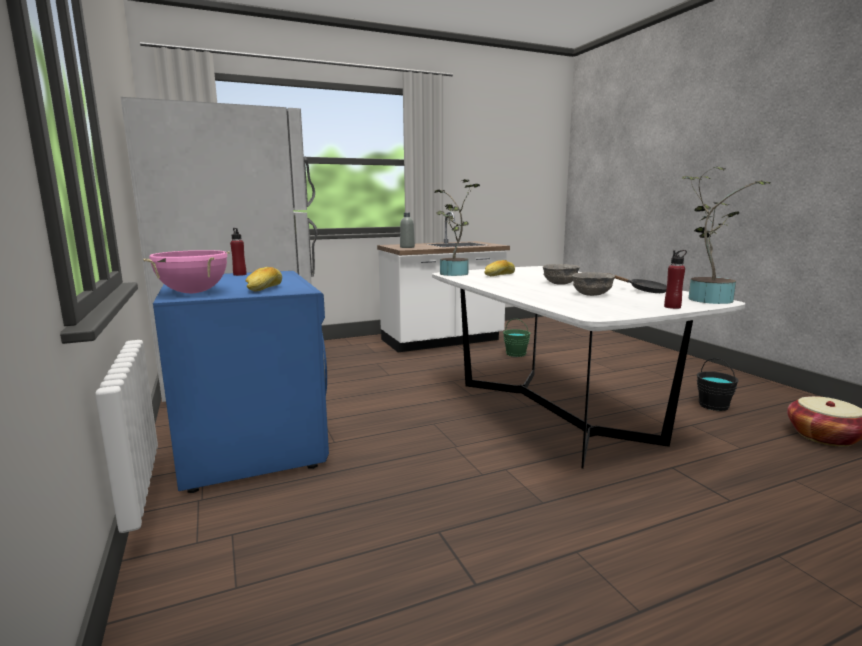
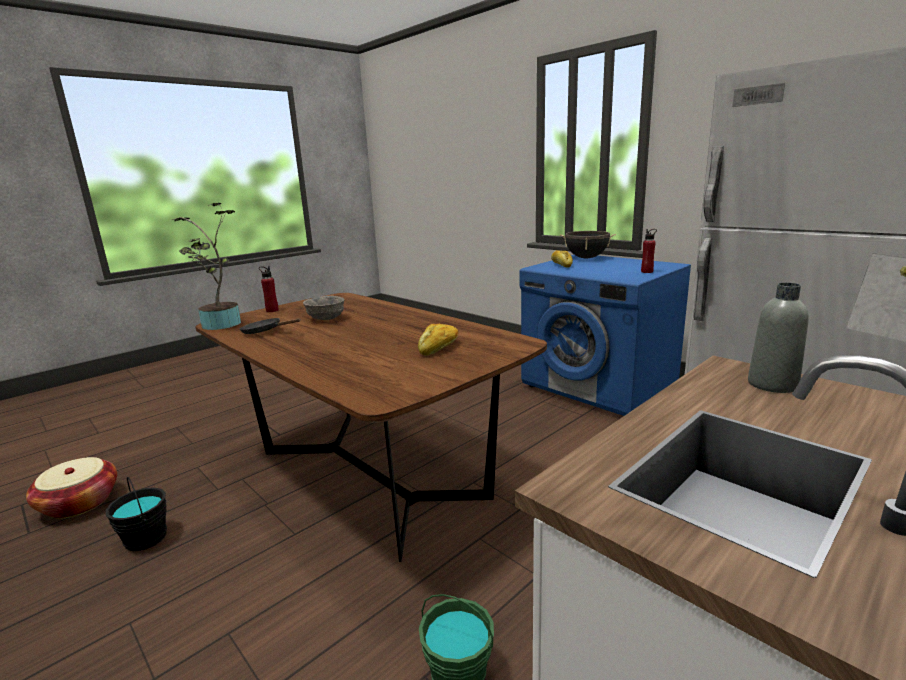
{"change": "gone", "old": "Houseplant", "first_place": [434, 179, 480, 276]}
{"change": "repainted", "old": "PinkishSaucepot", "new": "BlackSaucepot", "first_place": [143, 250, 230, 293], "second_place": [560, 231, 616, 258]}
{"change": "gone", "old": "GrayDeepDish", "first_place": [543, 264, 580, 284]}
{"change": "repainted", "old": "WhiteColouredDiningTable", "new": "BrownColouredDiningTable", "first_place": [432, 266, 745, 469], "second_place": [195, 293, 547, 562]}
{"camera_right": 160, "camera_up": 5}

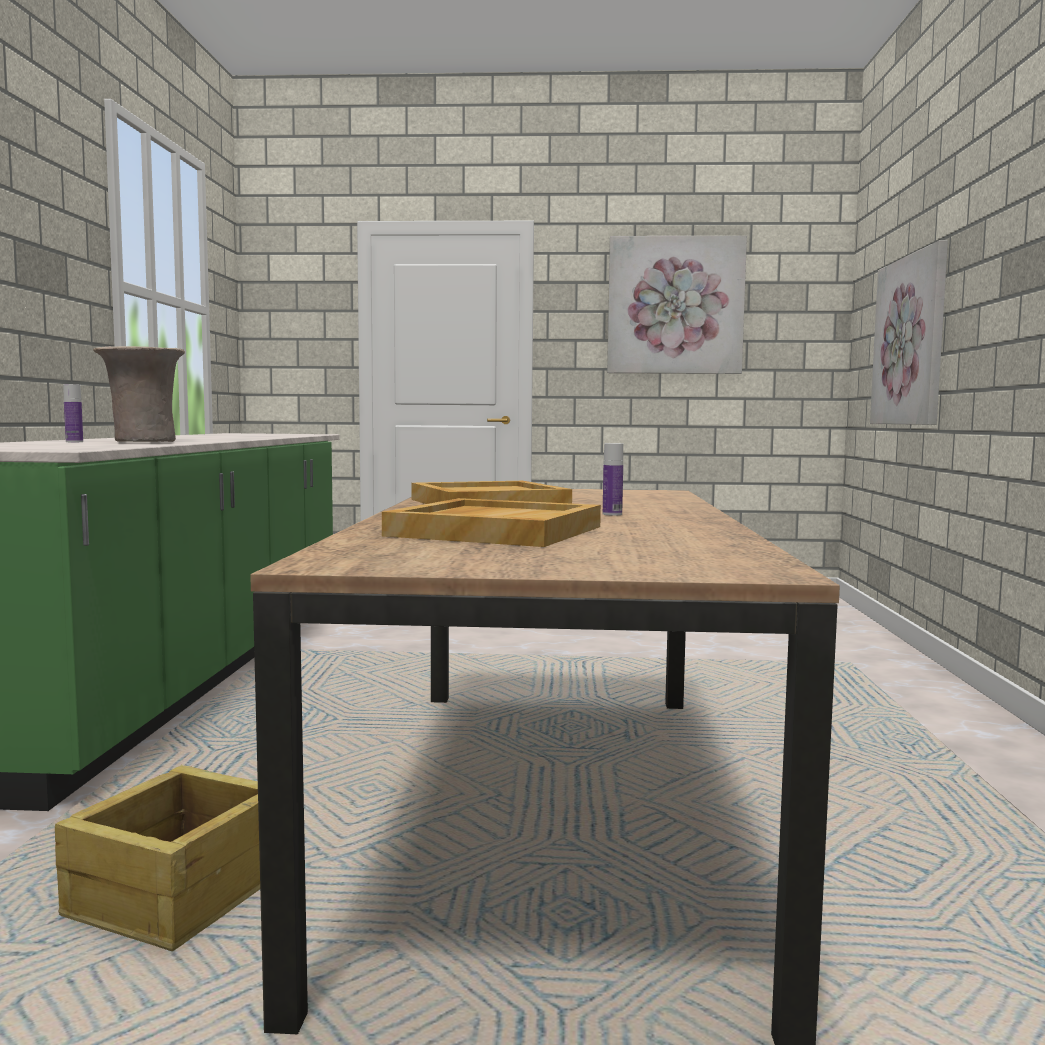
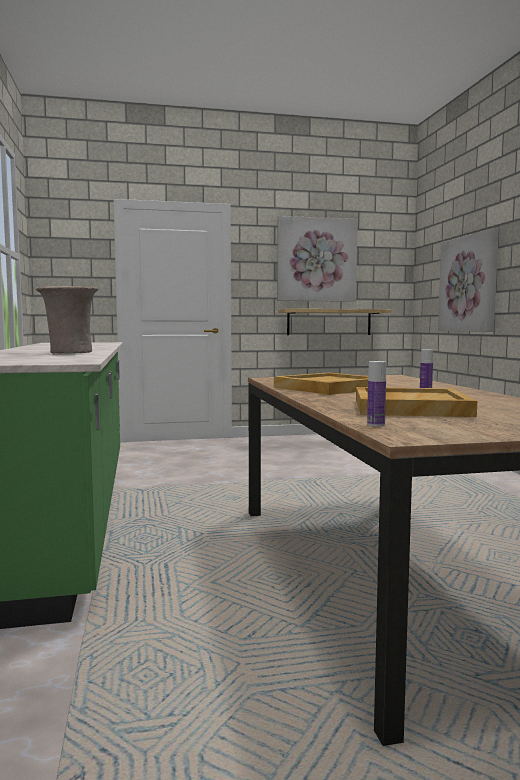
{"change": "shifted", "old": "BeverageBottle", "first_place": [63, 384, 83, 442], "second_place": [367, 361, 386, 426]}
{"change": "gone", "old": "ShippingCrate", "first_place": [55, 765, 260, 951]}
{"change": "new", "new": "Shelf", "second_place": [278, 309, 391, 335]}
{"camera_right": -15, "camera_up": 0}

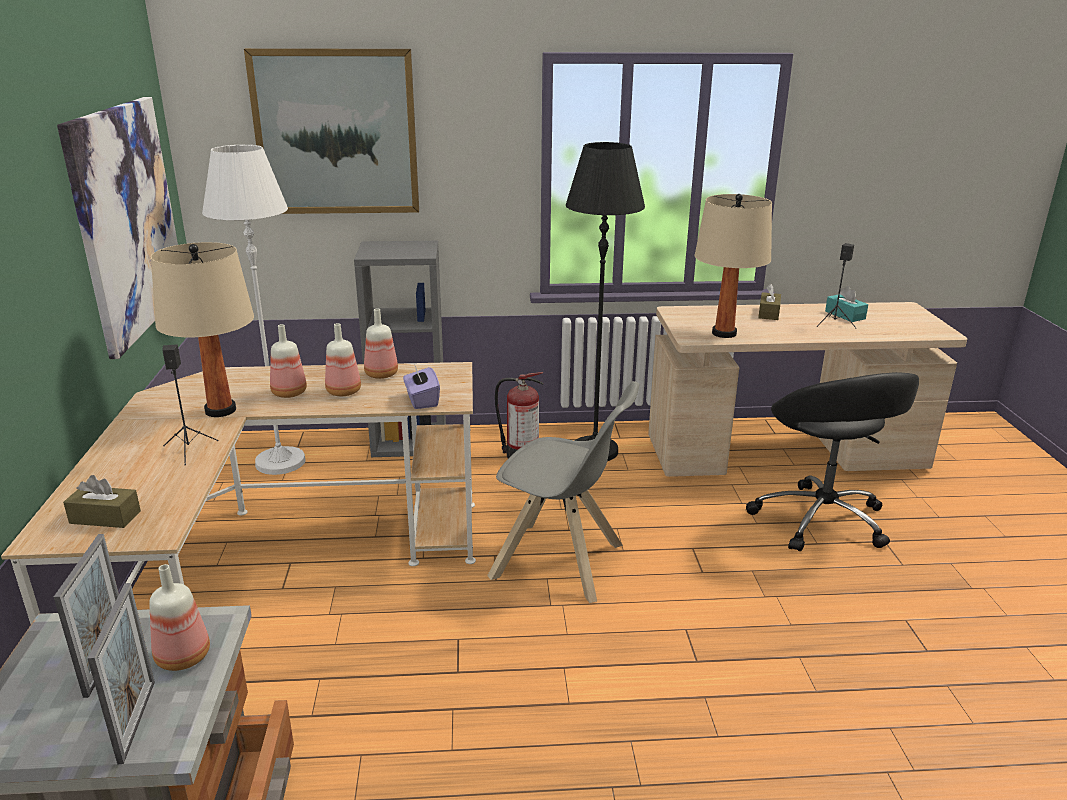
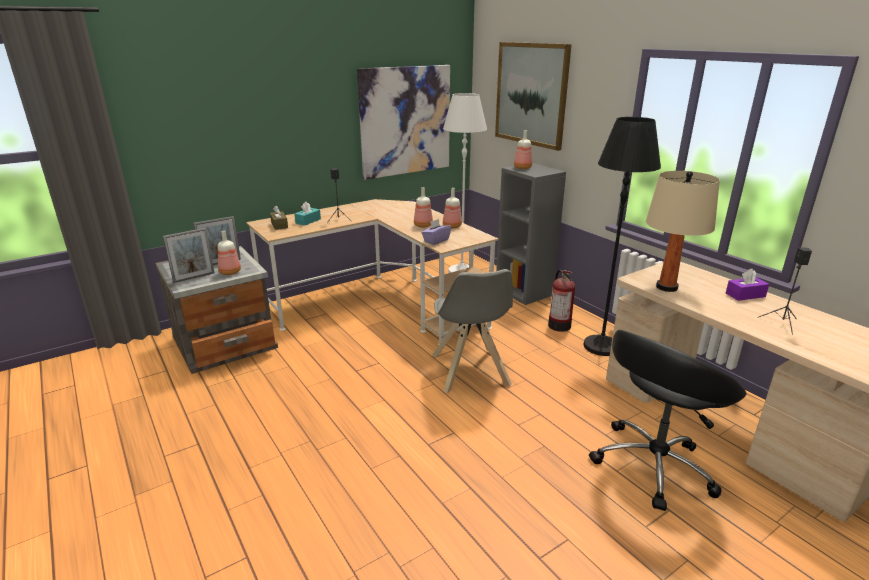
{"change": "gone", "old": "SandColouredTabletopLamp", "first_place": [151, 242, 254, 417]}
{"change": "repainted", "old": "BrownColouredTissueHolder", "new": "PurplishTissueHolder", "first_place": [758, 284, 781, 320], "second_place": [726, 269, 769, 301]}
{"change": "shifted", "old": "BlueGreenTissueHolder", "first_place": [825, 286, 868, 322], "second_place": [294, 202, 321, 226]}
{"change": "shifted", "old": "BeverageBottle", "first_place": [270, 324, 307, 398], "second_place": [514, 130, 532, 169]}
{"camera_right": 60, "camera_up": 0}

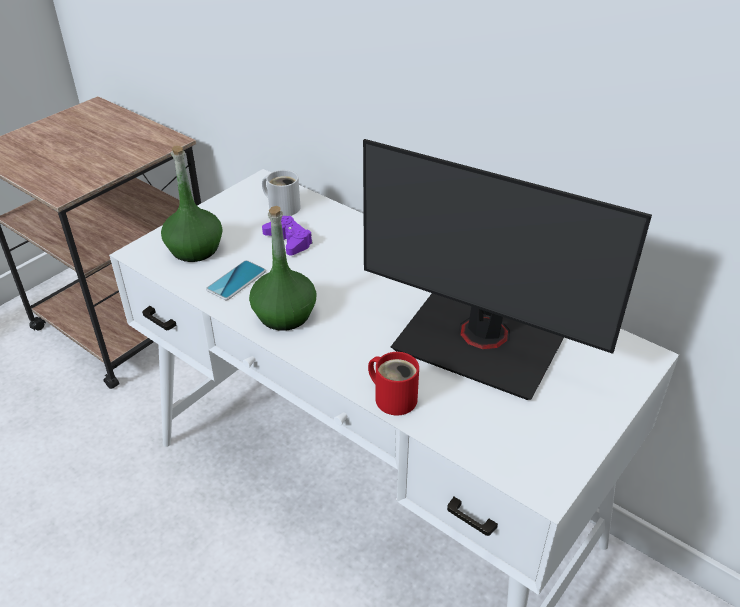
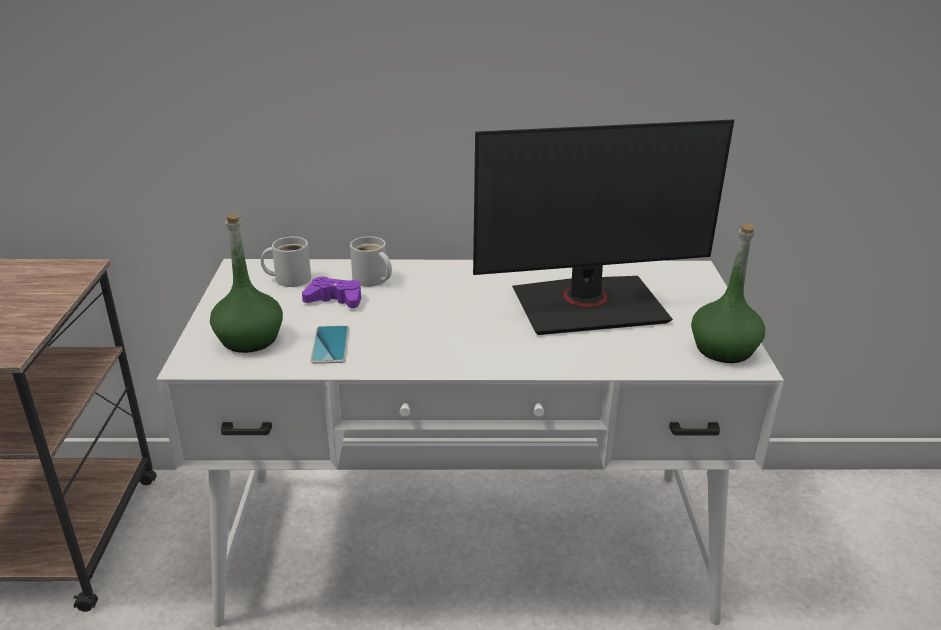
{"change": "shifted", "old": "GreenishBeverageBottle", "first_place": [249, 206, 317, 331], "second_place": [691, 223, 765, 363]}
{"change": "gone", "old": "RedMug", "first_place": [368, 352, 419, 415]}
{"change": "new", "new": "WhiteColouredMug", "second_place": [350, 236, 392, 287]}
{"camera_right": -40, "camera_up": -10}

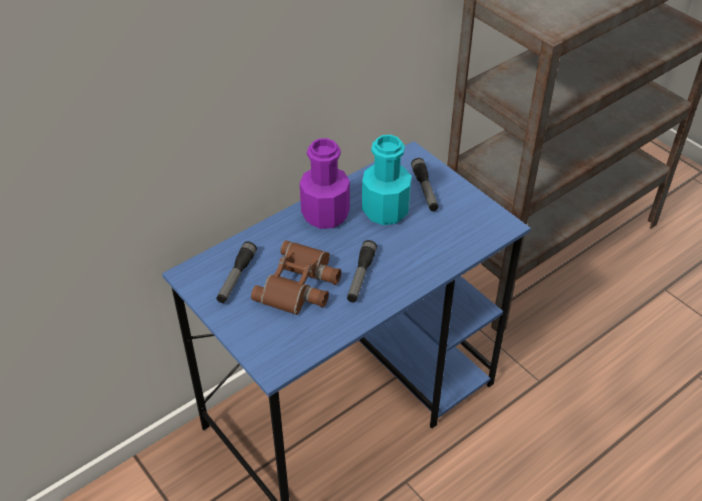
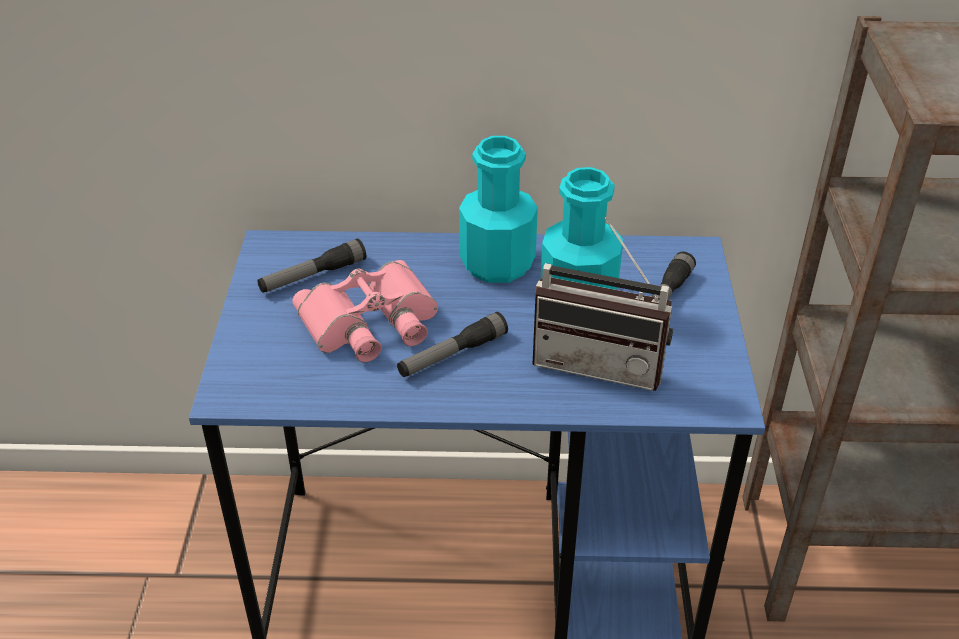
{"change": "repainted", "old": "PurplishBeverageBottle", "new": "BlueGreenBeverageBottle", "first_place": [300, 138, 350, 229], "second_place": [459, 136, 538, 283]}
{"change": "repainted", "old": "BrownColouredPairOfBinoculars", "new": "PinkishPairOfBinoculars", "first_place": [251, 240, 341, 315], "second_place": [292, 260, 438, 362]}
{"change": "new", "new": "Radio", "second_place": [533, 217, 673, 391]}
{"camera_right": 40, "camera_up": -5}

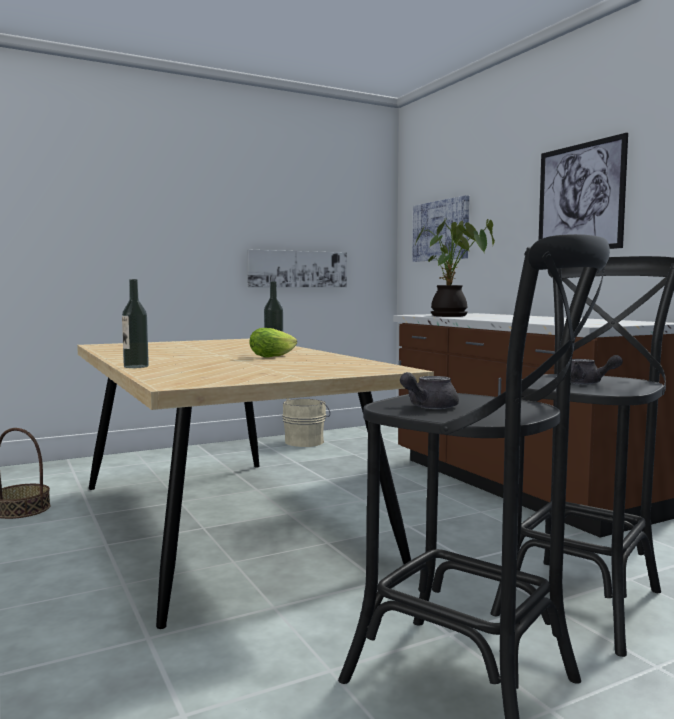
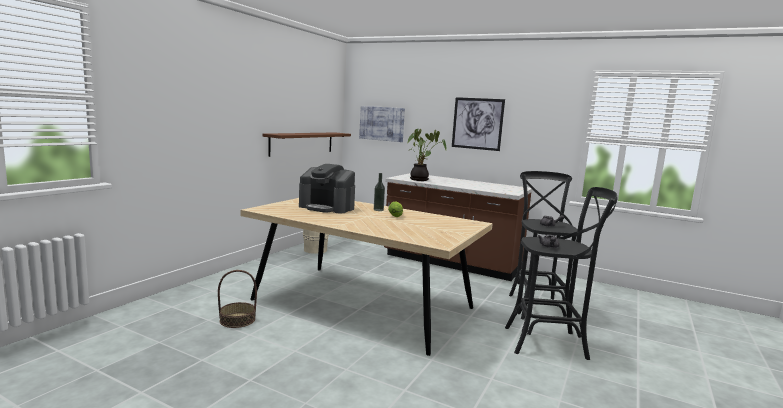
{"change": "swapped", "old": "Picture", "new": "BrownColouredShelf", "first_place": [247, 250, 347, 287], "second_place": [263, 132, 351, 157]}
{"change": "gone", "old": "BeverageBottle", "first_place": [122, 279, 149, 368]}
{"change": "new", "new": "CoffeeMachine", "second_place": [299, 164, 355, 213]}
{"camera_right": -35, "camera_up": 5}

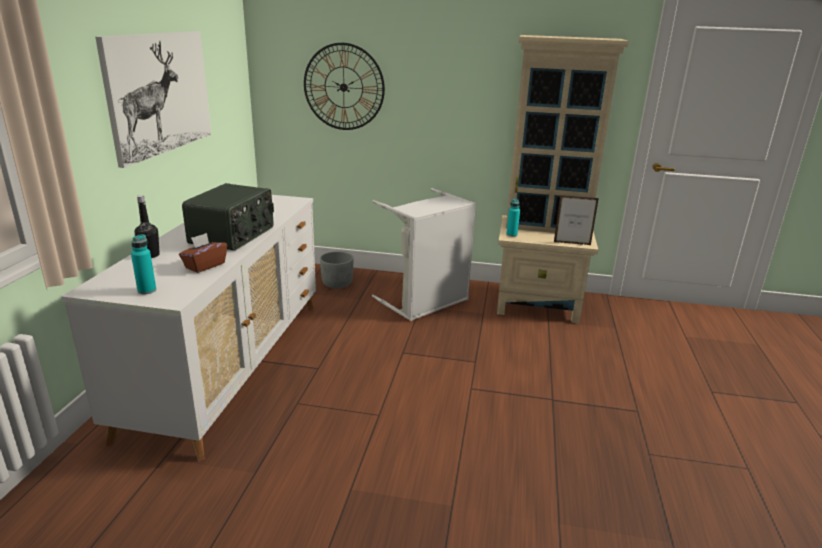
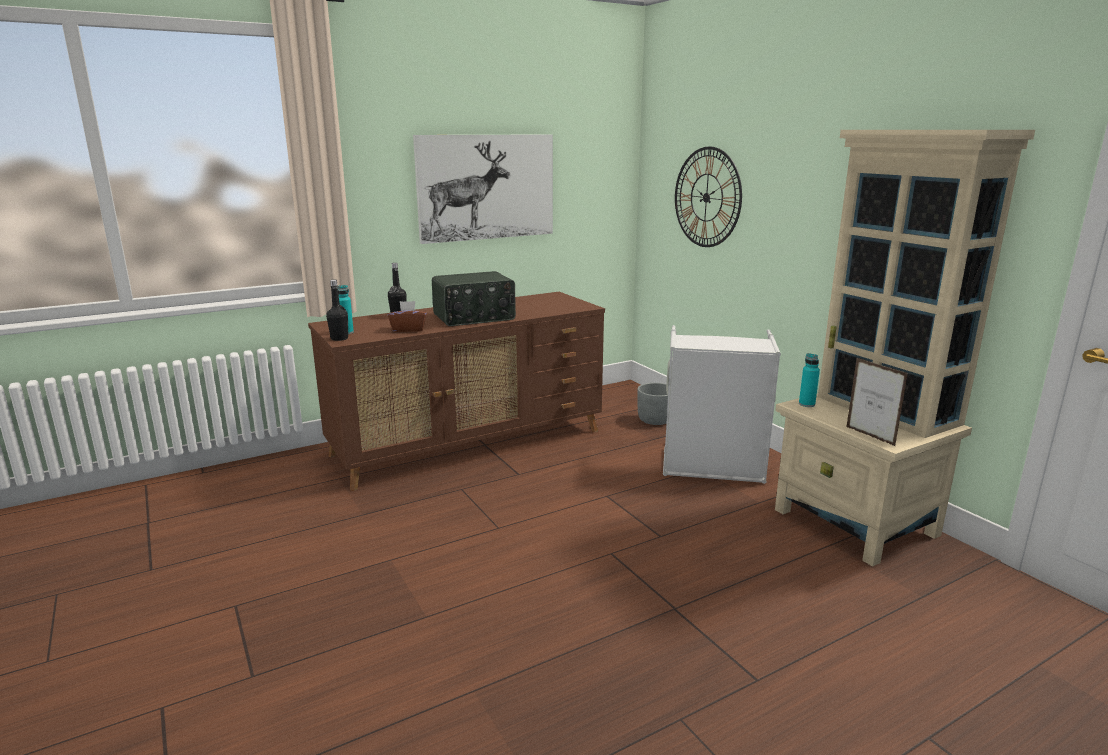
{"change": "repainted", "old": "WhiteColouredDrawerChest", "new": "BrownColouredDrawerChest", "first_place": [61, 195, 316, 461], "second_place": [308, 292, 605, 491]}
{"change": "new", "new": "BlackBeverageBottle", "second_place": [326, 280, 348, 341]}
{"camera_right": 50, "camera_up": -5}

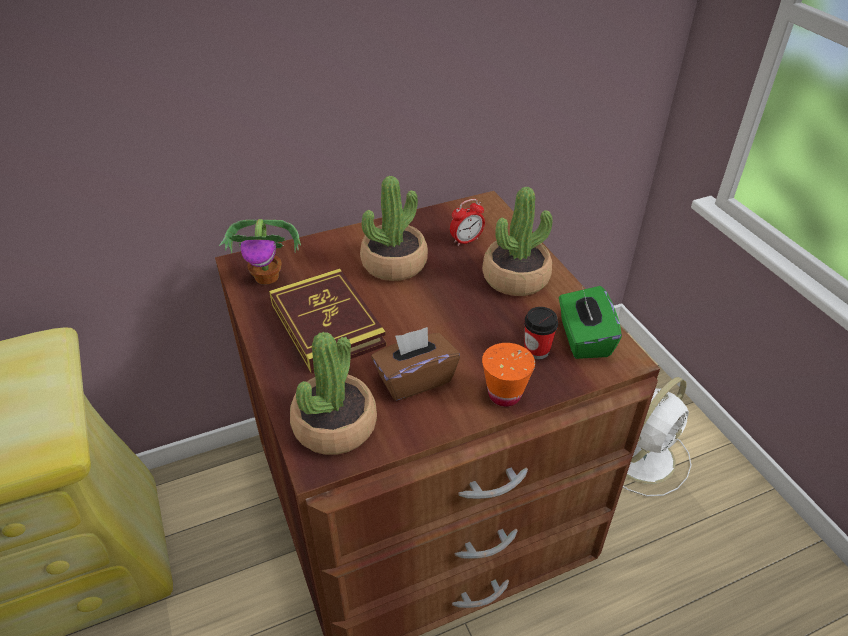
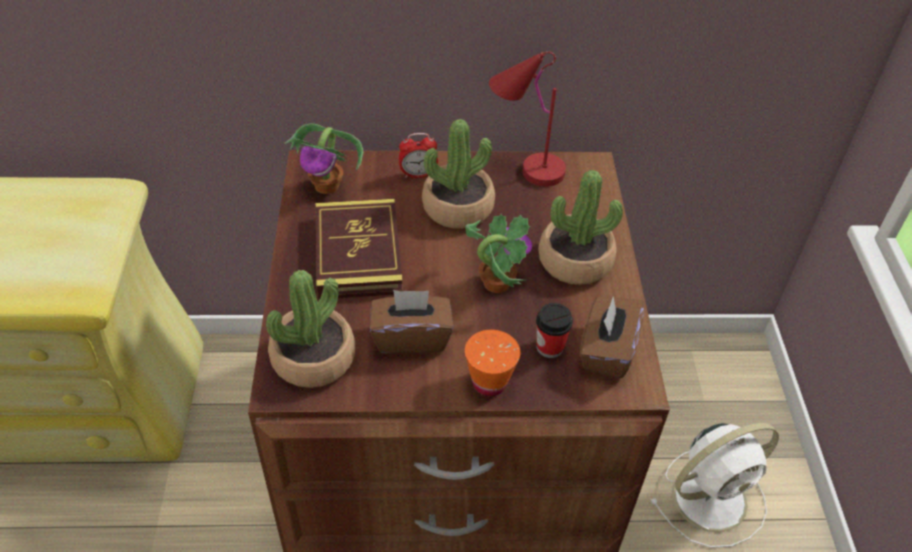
{"change": "shifted", "old": "TableClock", "first_place": [450, 199, 485, 246], "second_place": [399, 133, 438, 178]}
{"change": "repainted", "old": "GreenishTissueHolder", "new": "BrownColouredTissueHolder", "first_place": [559, 286, 622, 359], "second_place": [580, 296, 645, 379]}
{"change": "new", "new": "RedTabletopLamp", "second_place": [489, 51, 566, 187]}
{"change": "new", "new": "Houseplant", "second_place": [465, 214, 532, 293]}
{"camera_right": 20, "camera_up": 5}

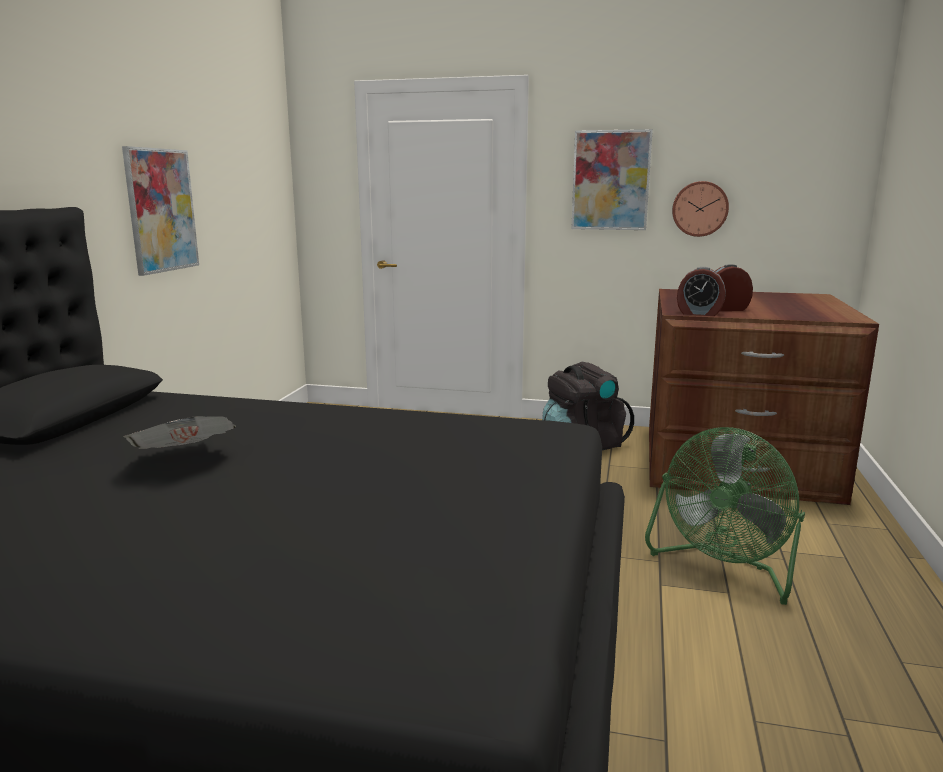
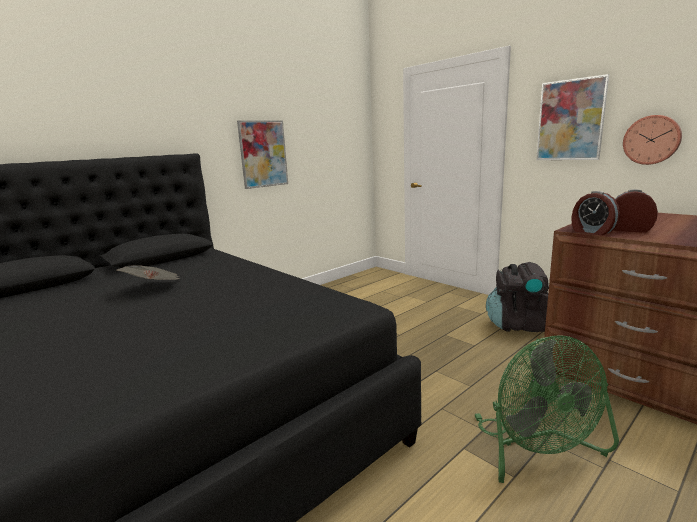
{"change": "rotated", "old": "GreenishElectricFan", "first_place": [645, 427, 805, 605], "second_place": [475, 336, 619, 483], "degrees": -90}
{"camera_right": 35, "camera_up": 0}

